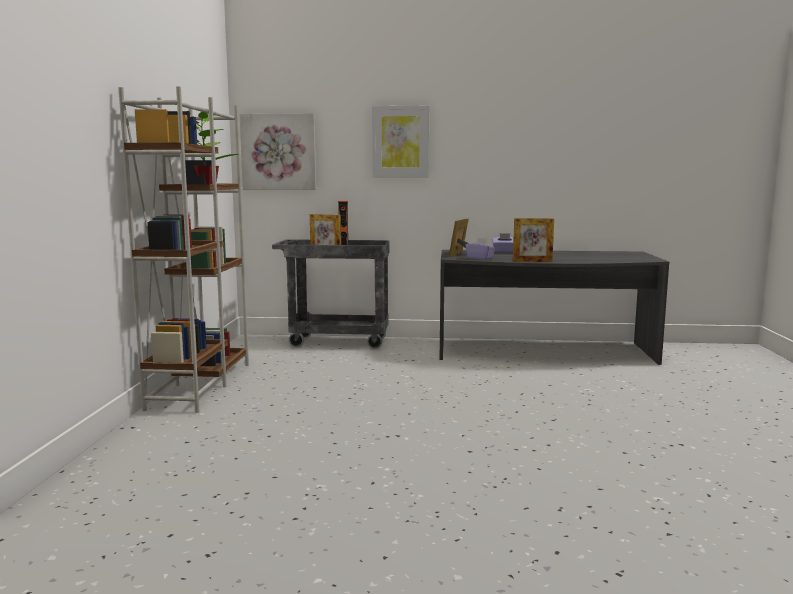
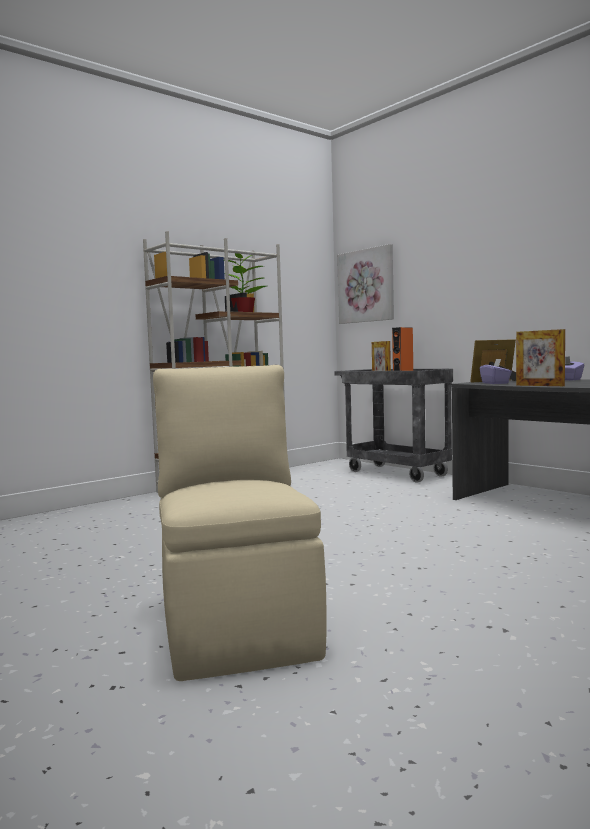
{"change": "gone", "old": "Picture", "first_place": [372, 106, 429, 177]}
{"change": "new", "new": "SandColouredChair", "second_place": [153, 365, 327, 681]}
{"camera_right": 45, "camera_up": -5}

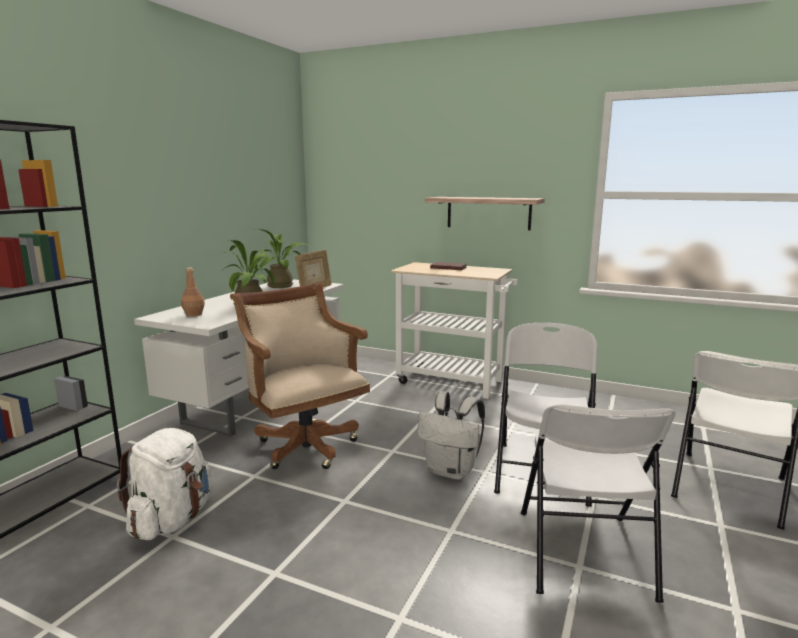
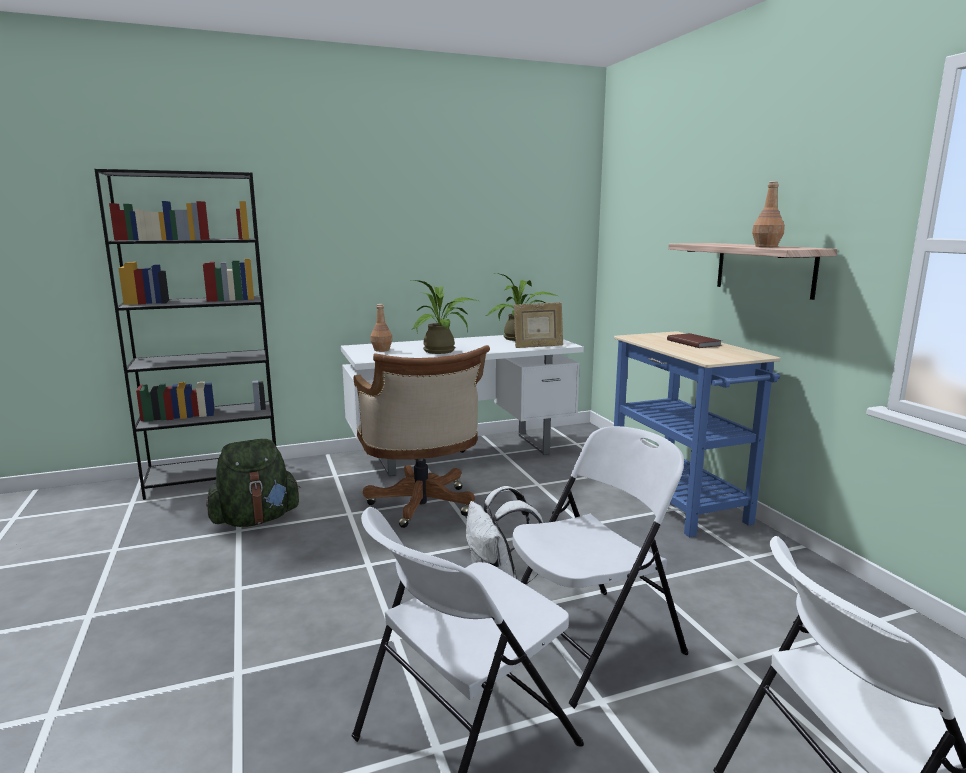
{"change": "repainted", "old": "WhiteColouredWheeledCart", "new": "BlueWheeledCart", "first_place": [391, 262, 518, 399], "second_place": [614, 331, 781, 537]}
{"change": "rotated", "old": "ComputerChair", "first_place": [230, 282, 370, 469], "second_place": [354, 345, 490, 528], "degrees": 150}
{"change": "repainted", "old": "WhiteColouredRucksack", "new": "GreenishRucksack", "first_place": [117, 428, 212, 540], "second_place": [206, 439, 301, 527]}
{"change": "new", "new": "BrownColouredBeverageBottle", "second_place": [752, 181, 785, 247]}
{"camera_right": 45, "camera_up": 0}

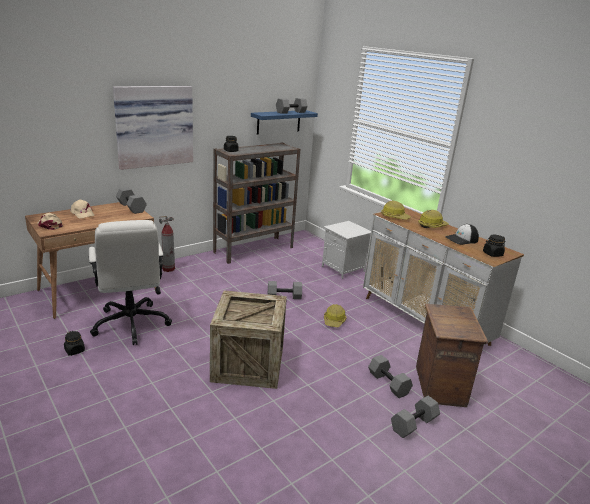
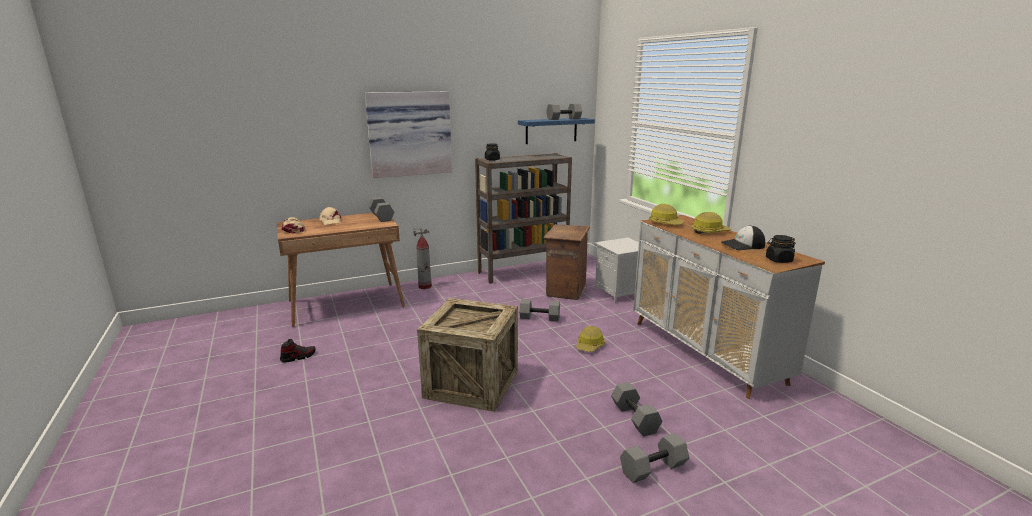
{"change": "gone", "old": "WhiteColouredComputerChair", "first_place": [89, 220, 172, 345]}
{"change": "shifted", "old": "ShippingCrate", "first_place": [416, 304, 488, 407], "second_place": [544, 224, 590, 300]}
{"change": "swapped", "old": "BlackJar", "new": "ItemOfFootwear", "first_place": [64, 331, 85, 356], "second_place": [280, 339, 316, 363]}
{"camera_right": 15, "camera_up": -5}

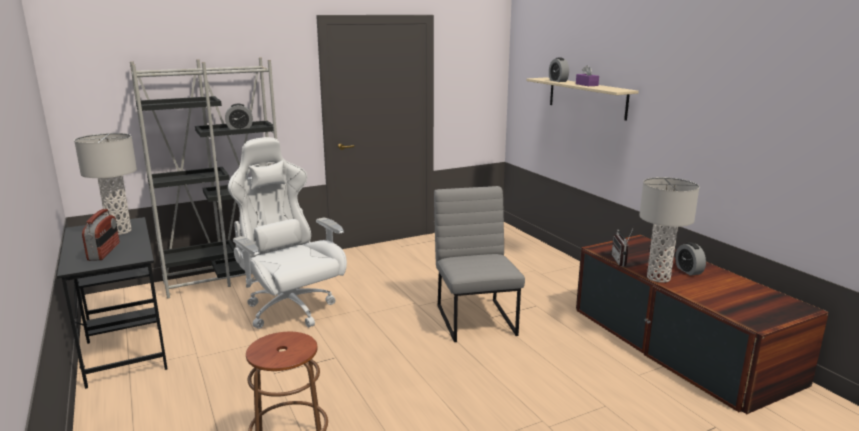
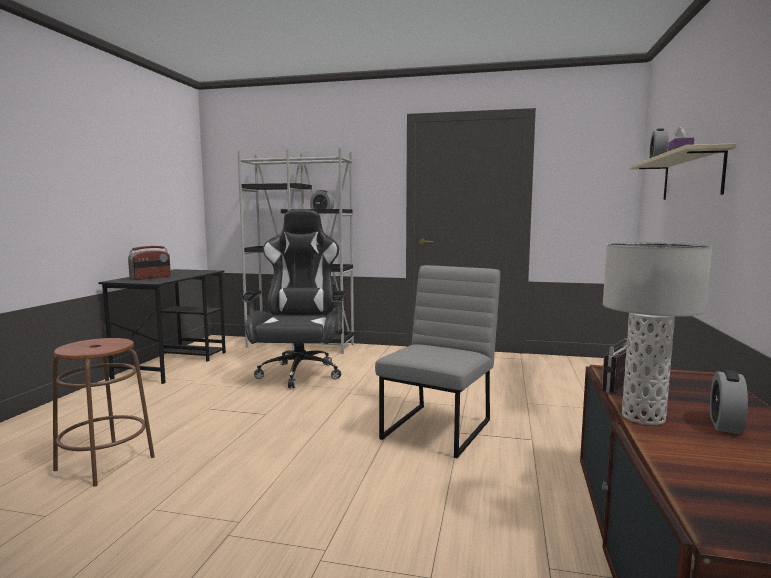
{"change": "gone", "old": "WhiteColouredTabletopLamp", "first_place": [74, 133, 137, 235]}
{"change": "repainted", "old": "WhiteColouredComputerChair", "new": "BlackComputerChair", "first_place": [228, 137, 347, 329], "second_place": [242, 209, 345, 388]}
{"camera_right": 40, "camera_up": -10}

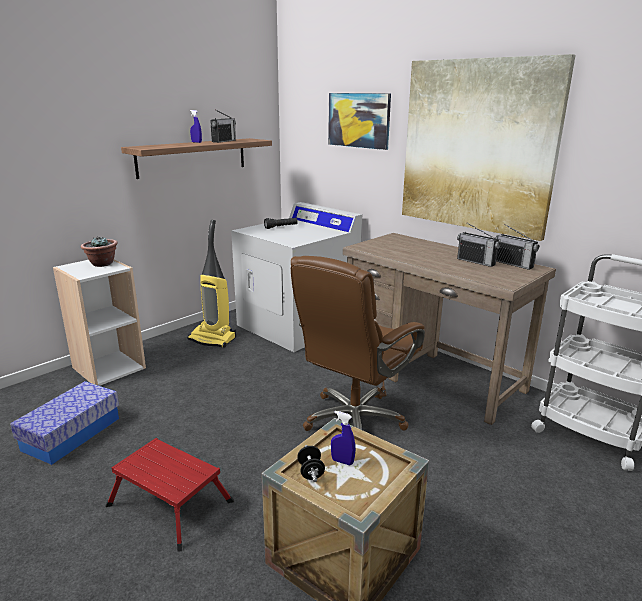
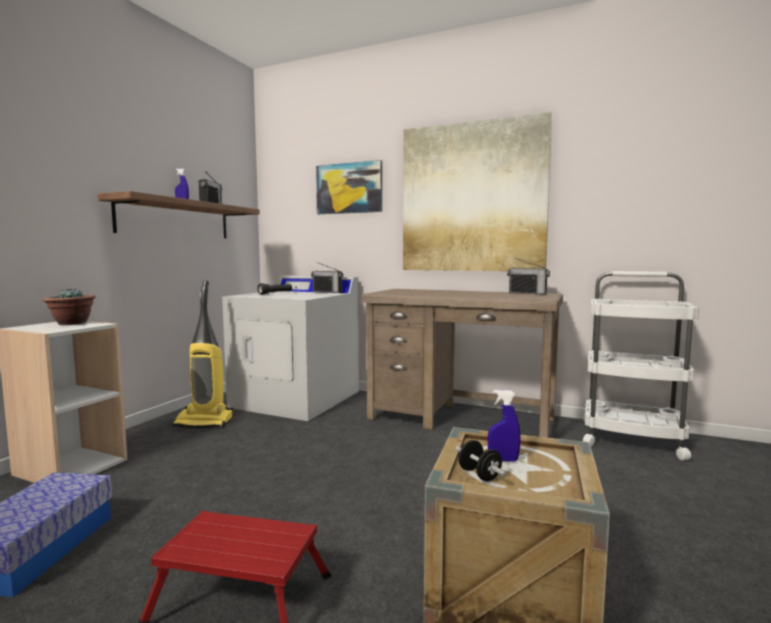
{"change": "shifted", "old": "Radio", "first_place": [457, 222, 501, 267], "second_place": [311, 262, 343, 293]}
{"change": "gone", "old": "BrownColouredComputerChair", "first_place": [291, 256, 425, 431]}
{"camera_right": -20, "camera_up": -15}

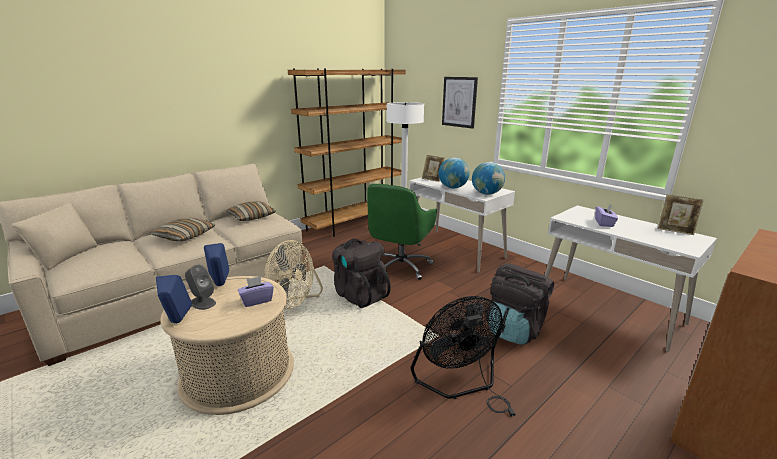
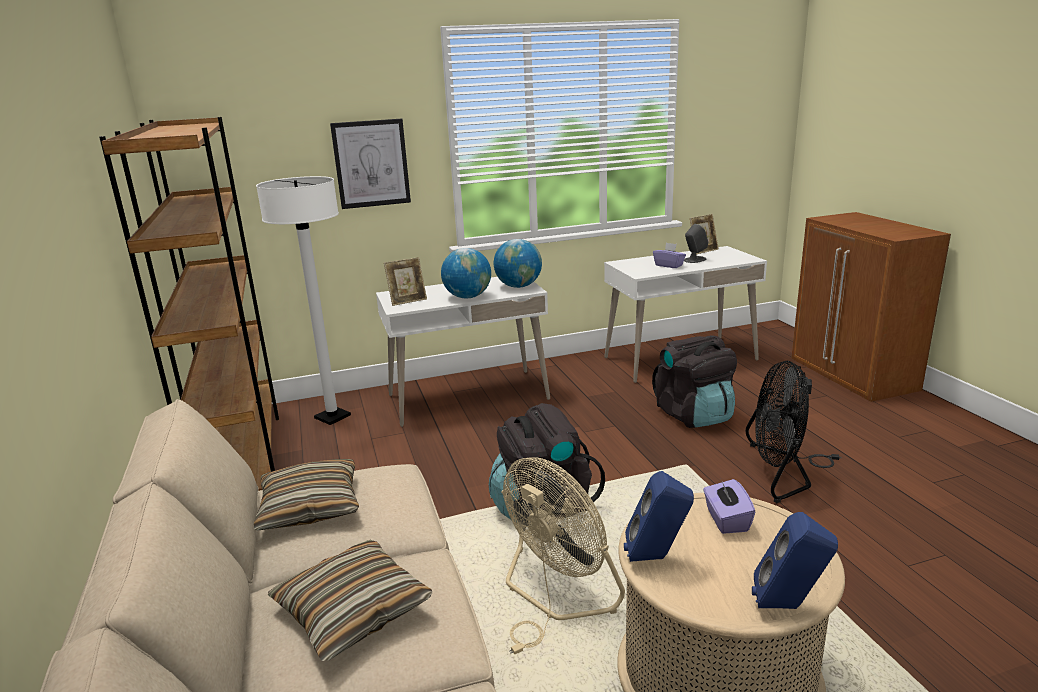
{"change": "gone", "old": "GreenishComputerChair", "first_place": [367, 184, 437, 280]}
{"change": "shifted", "old": "GraySpeaker", "first_place": [185, 265, 216, 310], "second_place": [684, 224, 708, 263]}
{"camera_right": -65, "camera_up": 0}

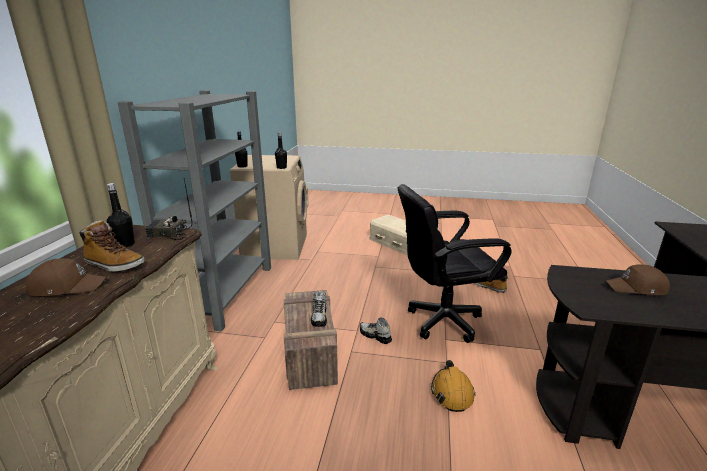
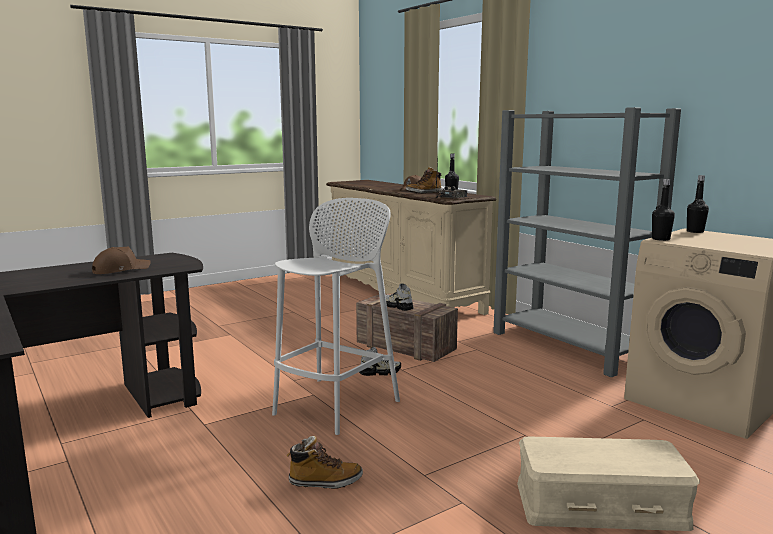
{"change": "swapped", "old": "BlackComputerChair", "new": "WhiteColouredStoolSeat", "first_place": [398, 184, 512, 343], "second_place": [272, 198, 400, 435]}
{"change": "gone", "old": "OrangeColouredSafetyHelmet", "first_place": [431, 360, 476, 412]}
{"camera_right": 135, "camera_up": -10}

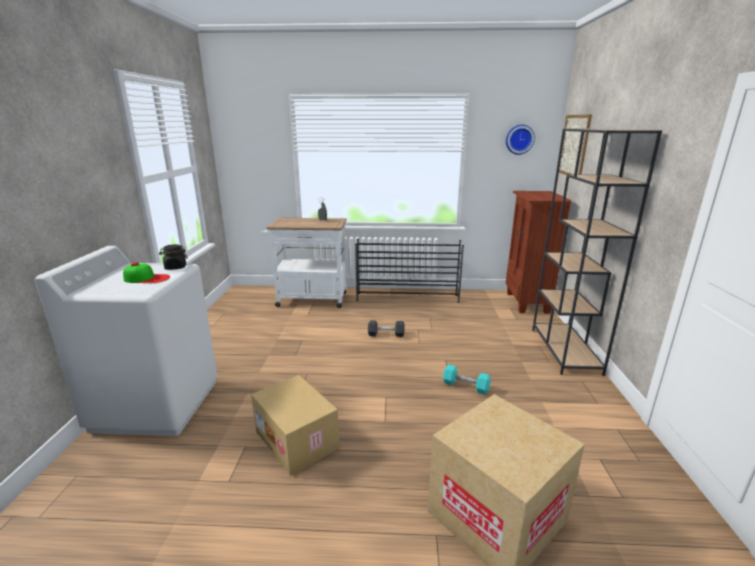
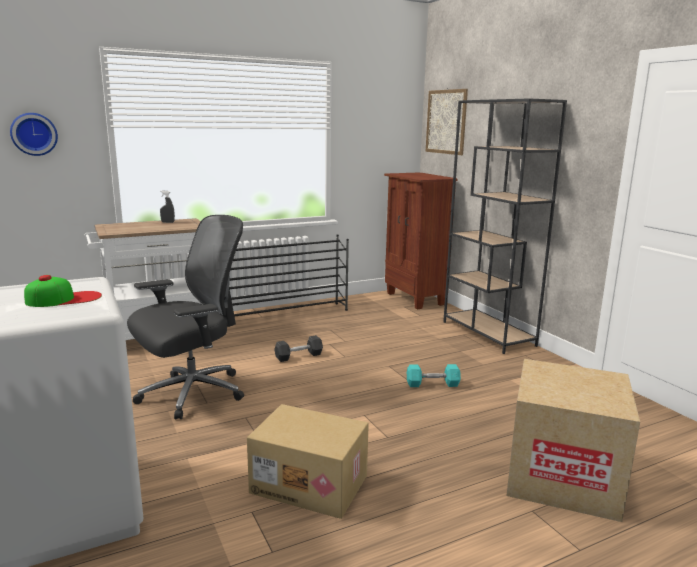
{"change": "shifted", "old": "WallClock", "first_place": [506, 125, 535, 155], "second_place": [10, 113, 58, 156]}
{"change": "gone", "old": "BlackJar", "first_place": [159, 244, 188, 270]}
{"change": "new", "new": "ComputerChair", "second_place": [127, 215, 244, 419]}
{"camera_right": -30, "camera_up": -5}

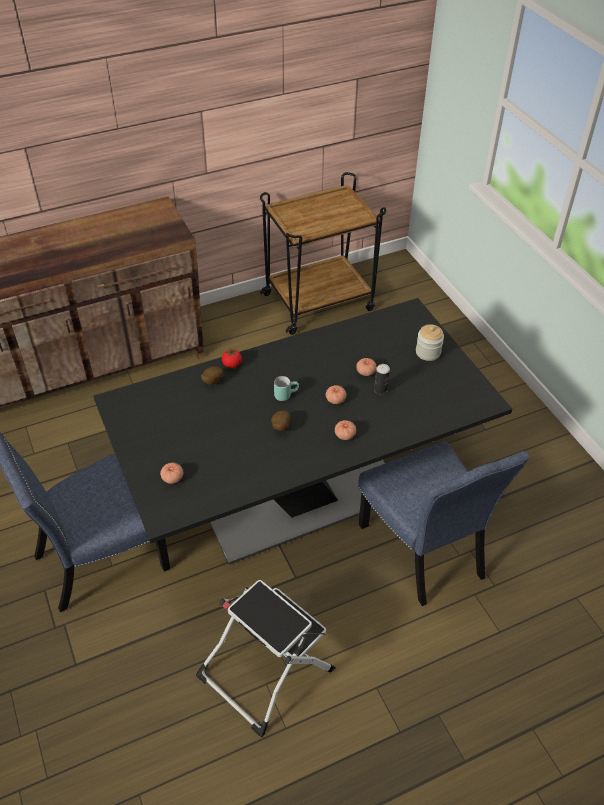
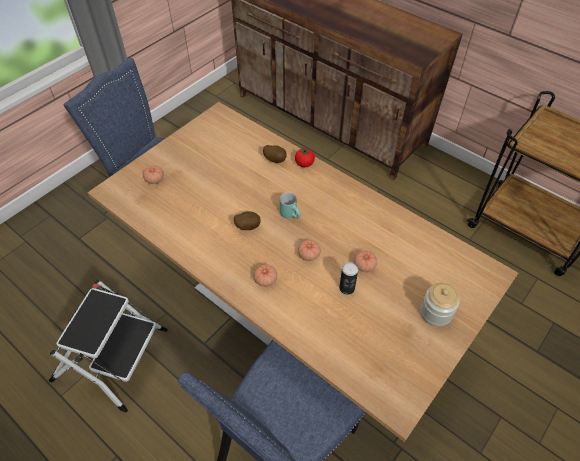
{"change": "repainted", "old": "BlackDiningTable", "new": "SandColouredDiningTable", "first_place": [93, 298, 512, 564], "second_place": [87, 102, 518, 442]}
{"camera_right": 65, "camera_up": 5}

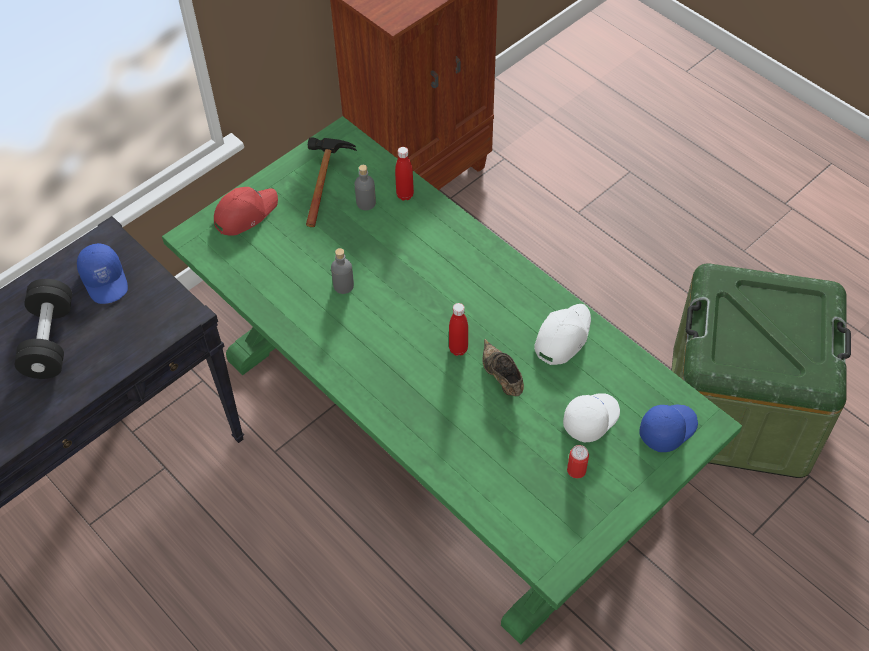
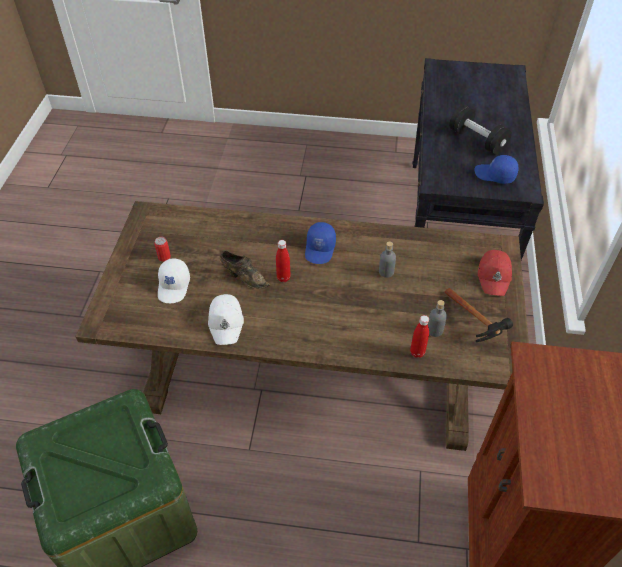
{"change": "repainted", "old": "GreenishDiningTable", "new": "BrownColouredDiningTable", "first_place": [162, 116, 742, 645], "second_place": [75, 201, 529, 451]}
{"change": "shifted", "old": "BlueBaseballCap", "first_place": [639, 405, 698, 452], "second_place": [305, 222, 336, 264]}
{"camera_right": 140, "camera_up": -5}

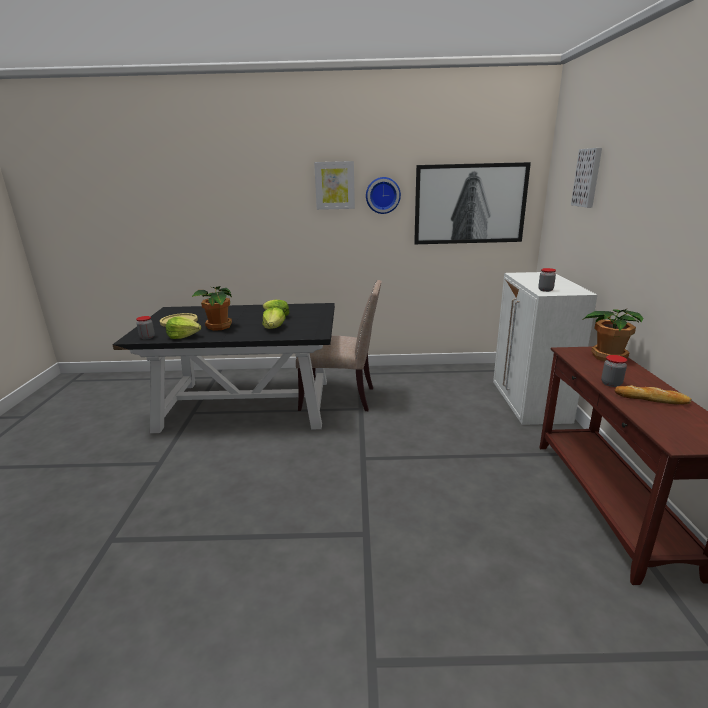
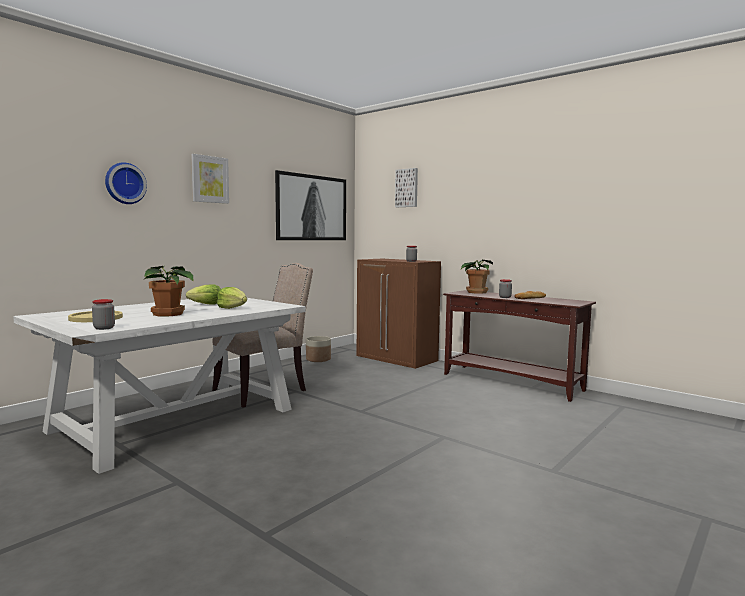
{"change": "shifted", "old": "WallClock", "first_place": [366, 177, 401, 214], "second_place": [105, 162, 147, 204]}
{"change": "repainted", "old": "WhiteColouredCupboard", "new": "BrownColouredCupboard", "first_place": [493, 272, 597, 425], "second_place": [357, 259, 441, 369]}
{"change": "repainted", "old": "BlackDiningTable", "new": "WhiteColouredDiningTable", "first_place": [112, 303, 335, 433], "second_place": [13, 298, 306, 474]}
{"change": "gone", "old": "HeadOfLettuce", "first_place": [166, 317, 201, 339]}
{"change": "new", "new": "PlantPot", "second_place": [306, 336, 331, 362]}
{"camera_right": -50, "camera_up": -15}

